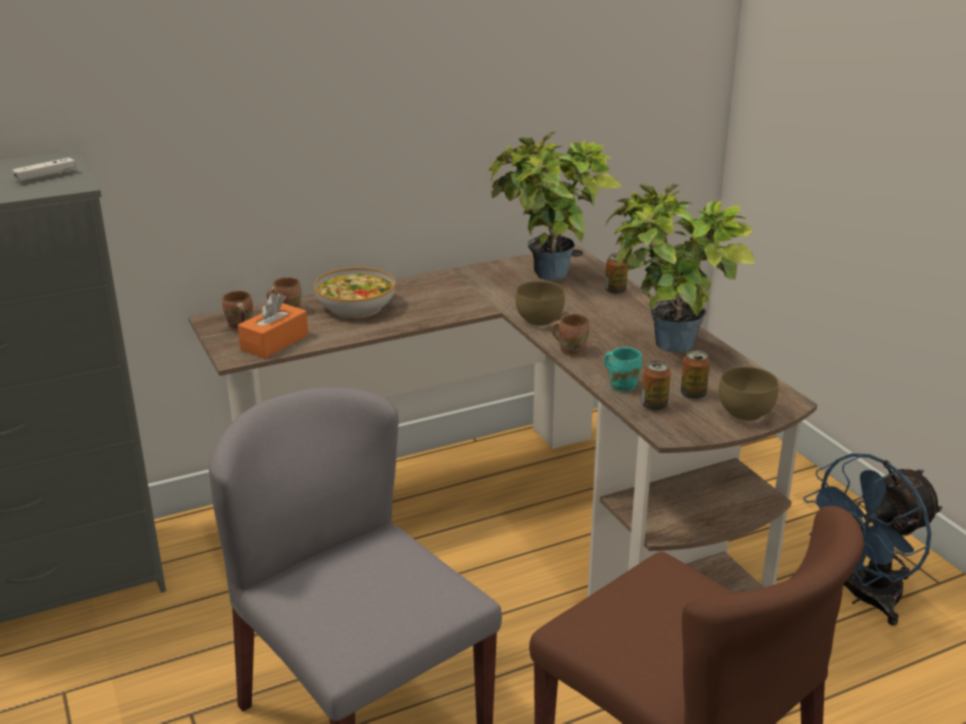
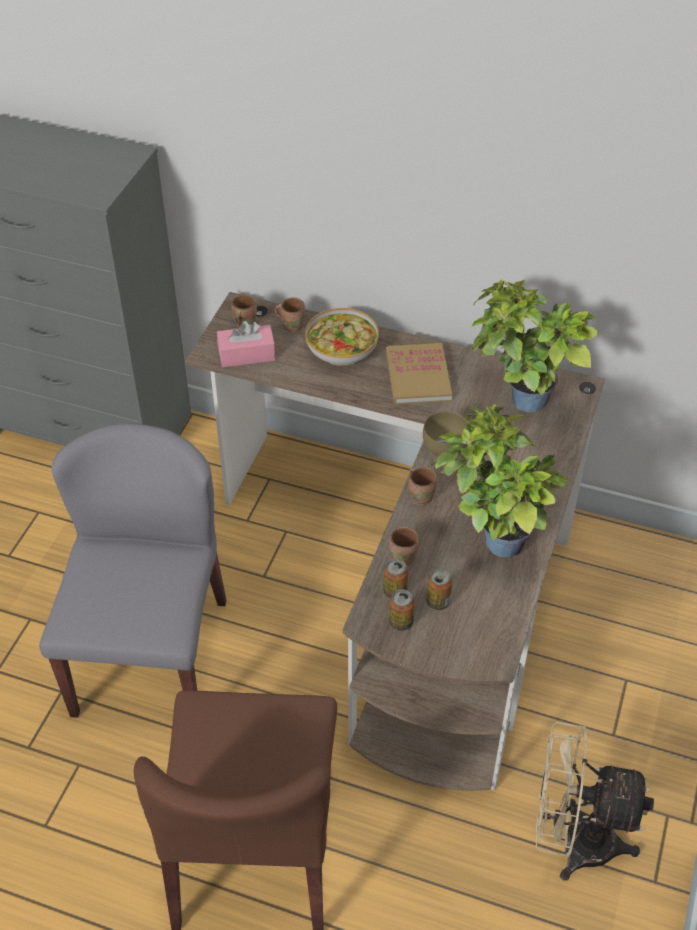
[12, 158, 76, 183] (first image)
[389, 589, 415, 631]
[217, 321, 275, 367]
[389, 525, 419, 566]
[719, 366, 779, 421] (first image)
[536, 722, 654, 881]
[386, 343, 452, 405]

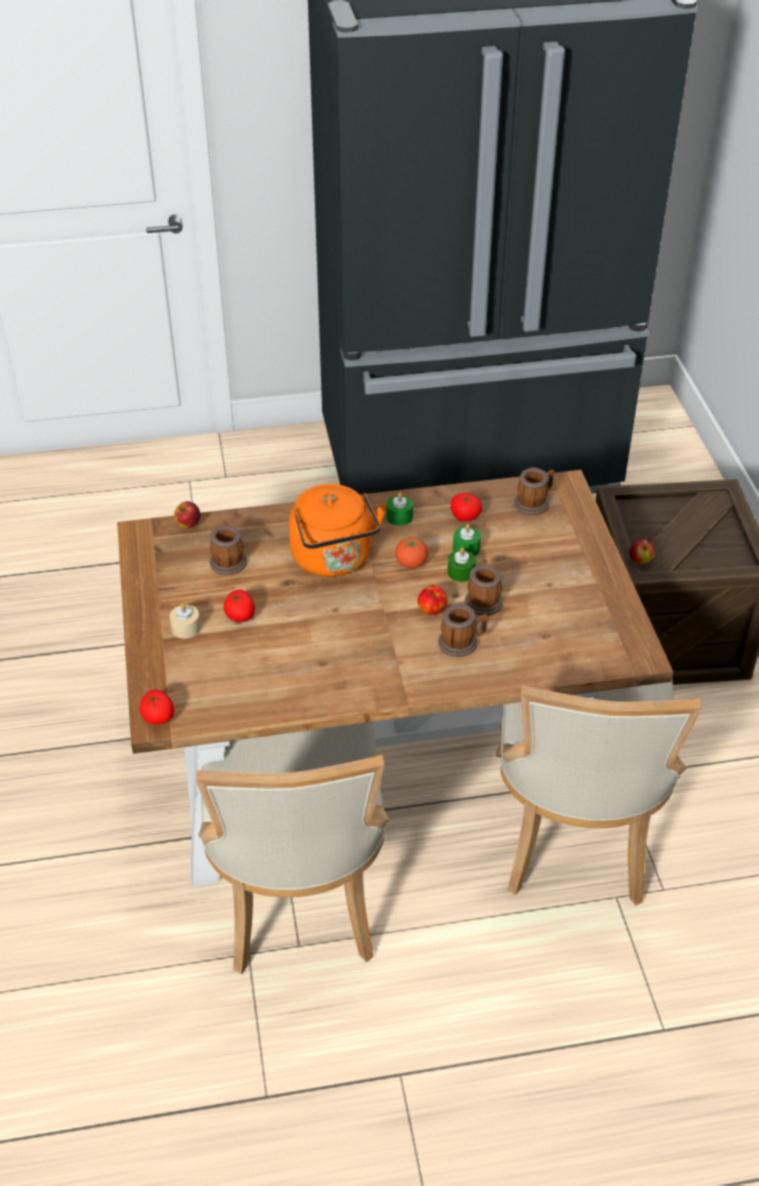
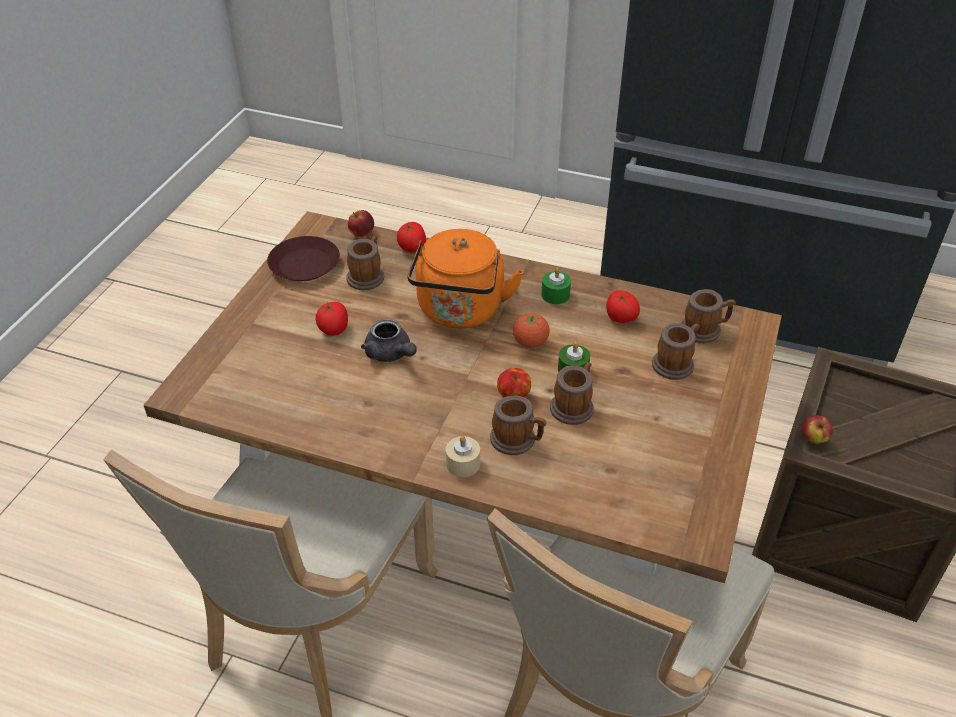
[453, 524, 481, 556] (first image)
[446, 436, 480, 477]
[397, 222, 426, 252]
[267, 236, 340, 281]
[361, 319, 417, 362]
[652, 323, 700, 380]

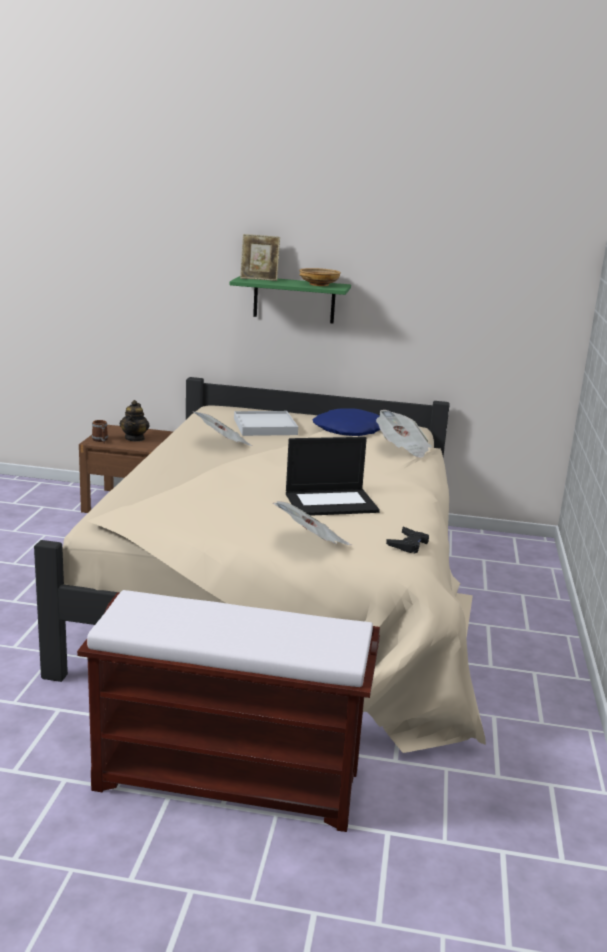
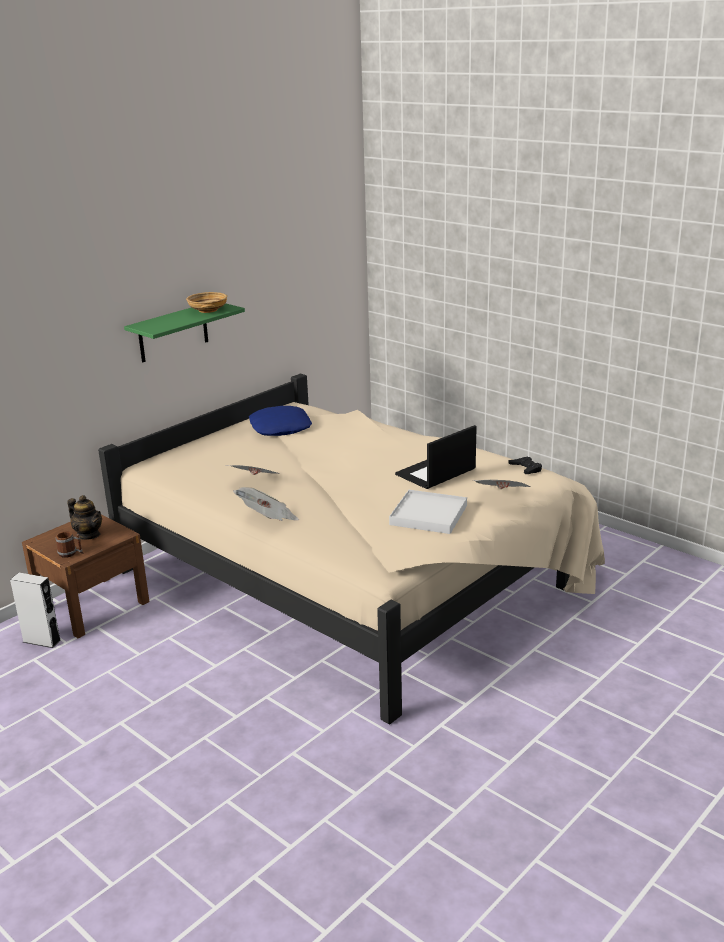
[240, 234, 280, 281] (first image)
[233, 487, 300, 521]
[389, 490, 467, 534]
[395, 425, 477, 489]
[77, 590, 380, 832] (first image)
[10, 573, 61, 648]

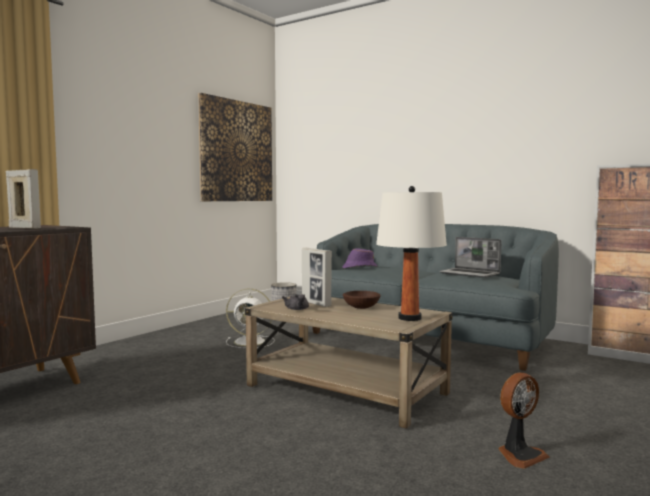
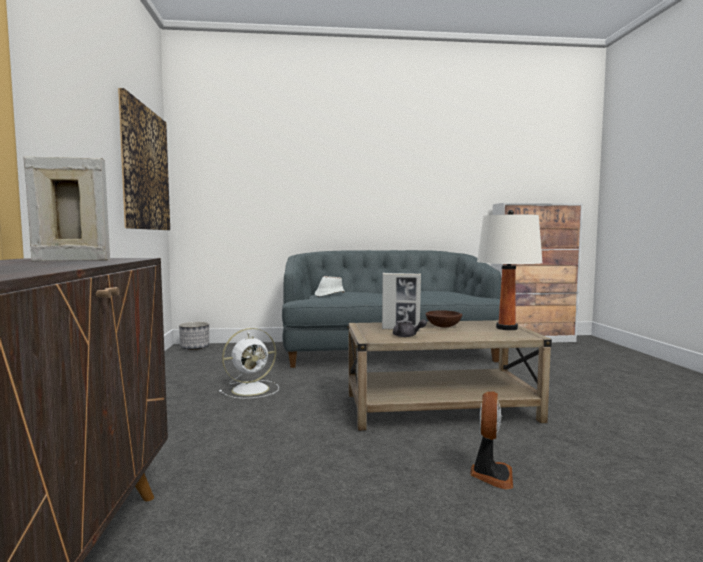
[439, 237, 501, 278] (first image)
[315, 276, 345, 296]
[470, 391, 513, 489]

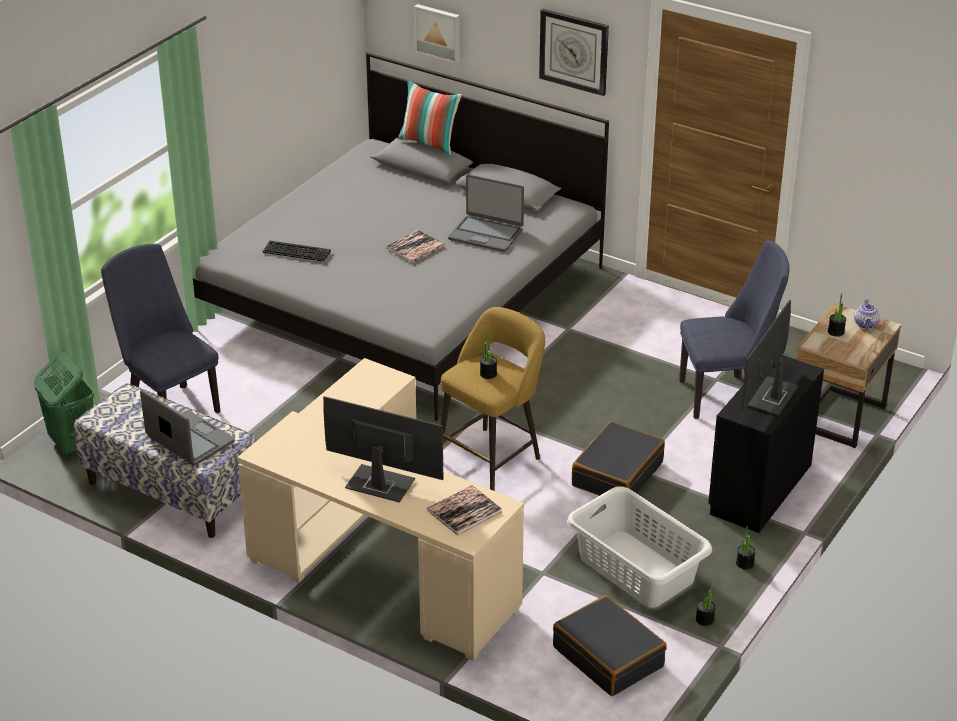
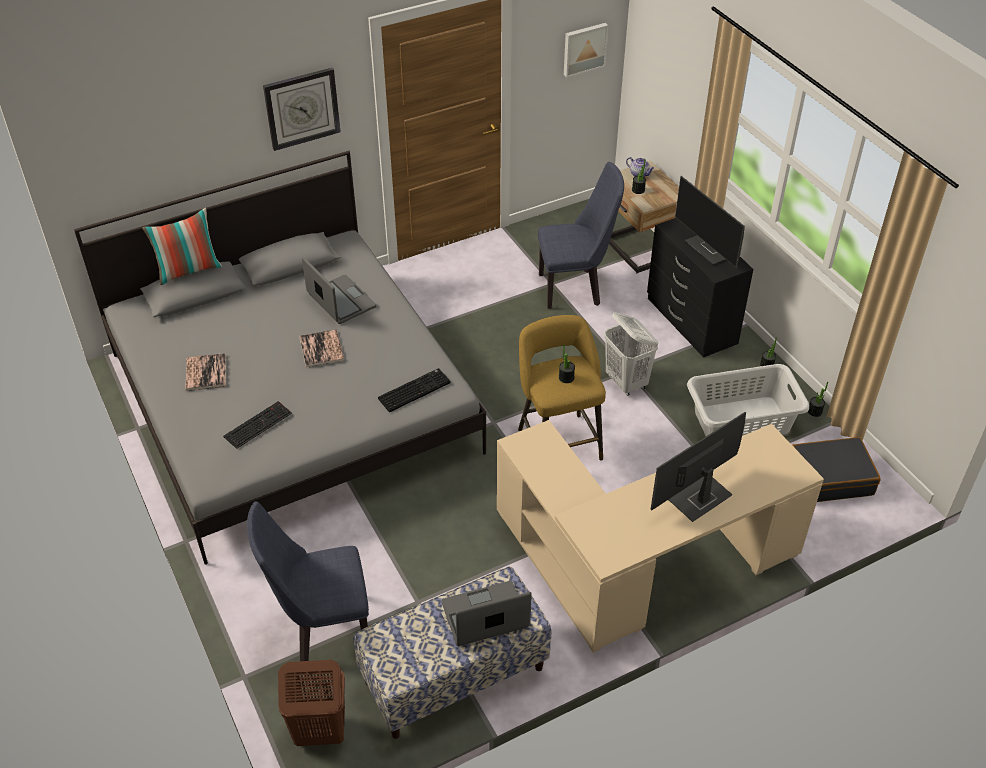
[564, 23, 608, 77]
[302, 257, 376, 324]
[538, 162, 624, 309]
[278, 660, 345, 746]
[604, 312, 658, 396]
[185, 353, 226, 391]
[378, 368, 450, 412]

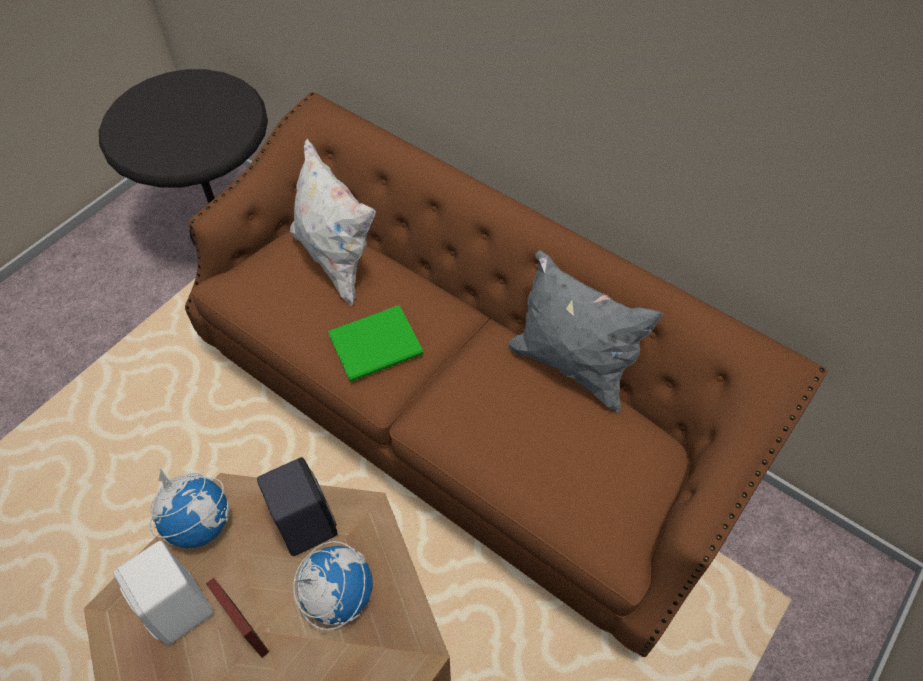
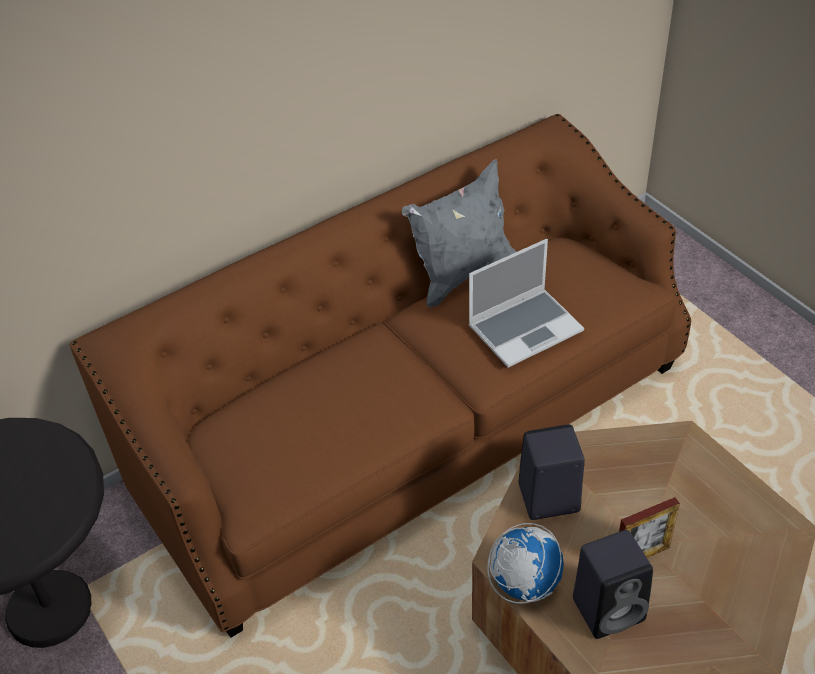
[290, 139, 376, 306] (first image)
[328, 305, 423, 382] (first image)
[573, 530, 653, 639]
[293, 541, 373, 630] (first image)
[468, 239, 584, 368]

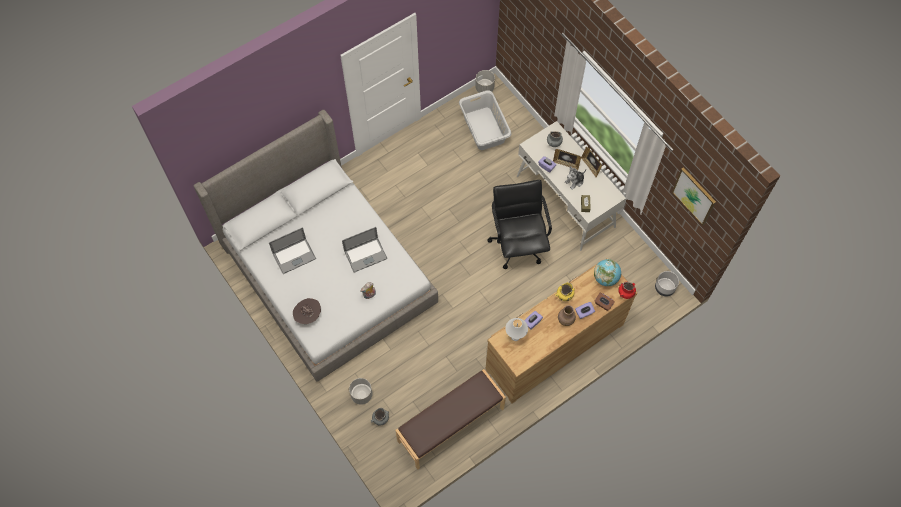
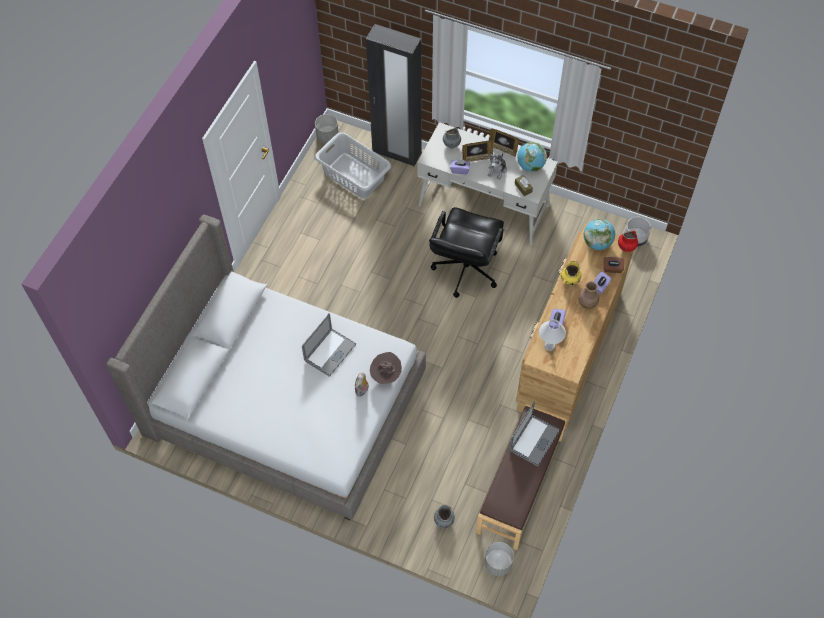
[672, 167, 716, 226] (first image)
[429, 207, 504, 298]
[509, 401, 560, 466]
[370, 352, 402, 384]
[485, 542, 514, 576]
[366, 24, 421, 166]
[517, 142, 547, 172]

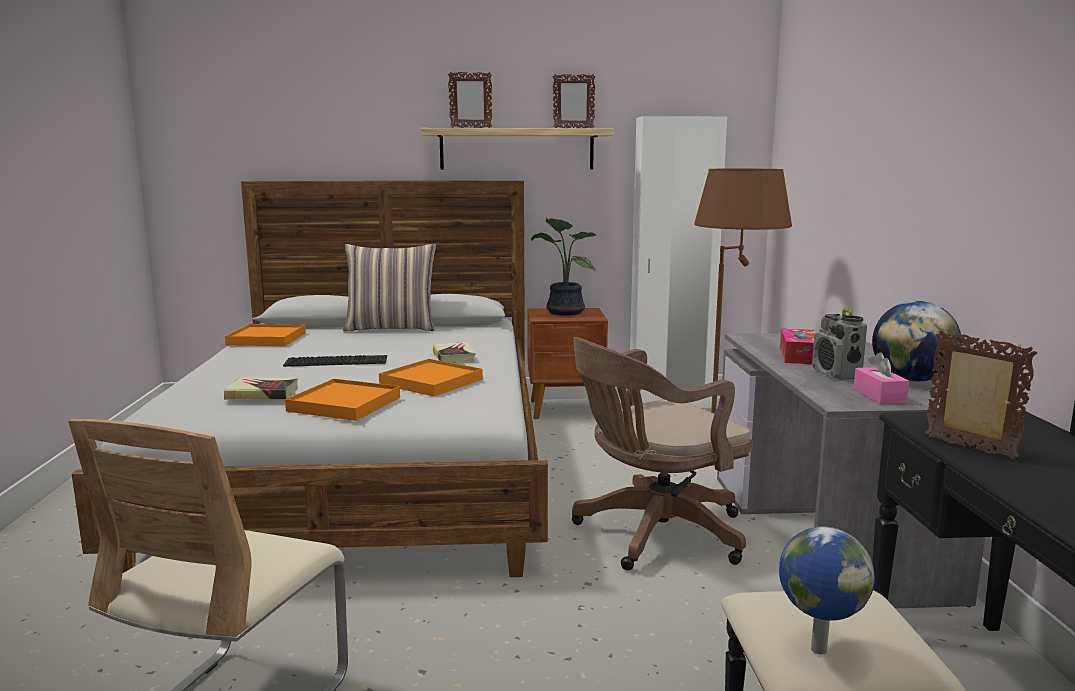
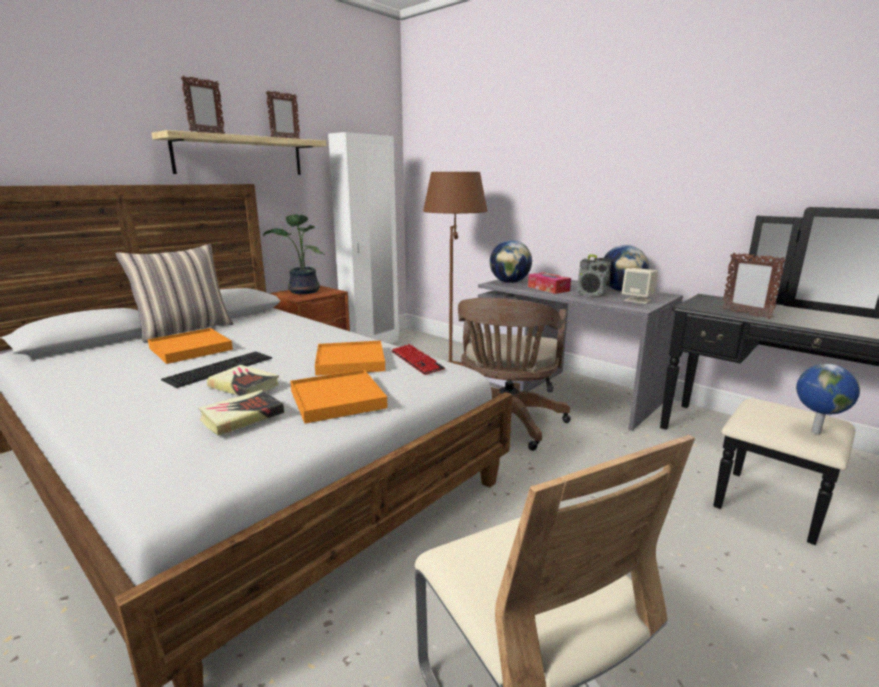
[148, 328, 233, 364]
[722, 253, 786, 319]
[207, 365, 279, 396]
[622, 268, 658, 304]
[490, 240, 532, 283]
[392, 344, 445, 375]

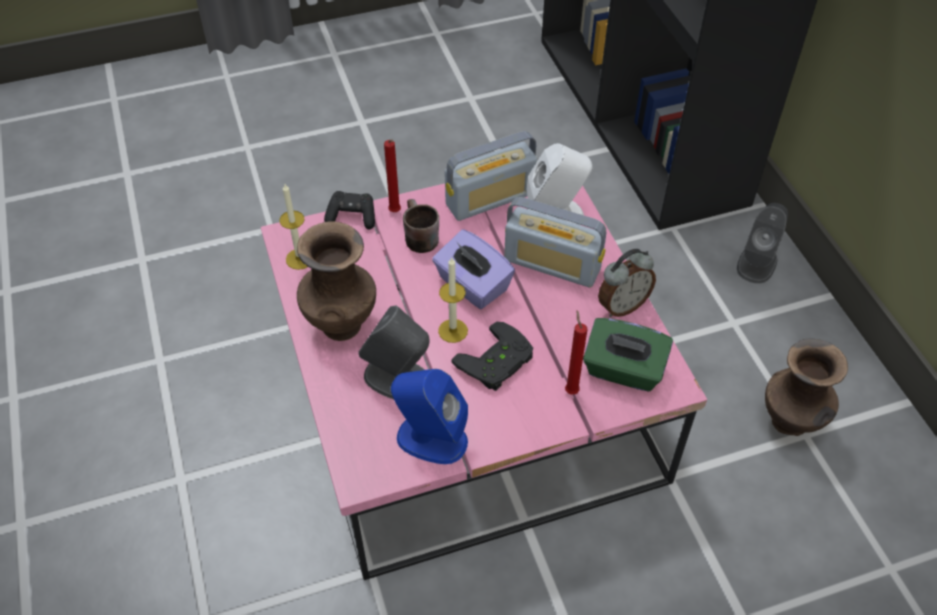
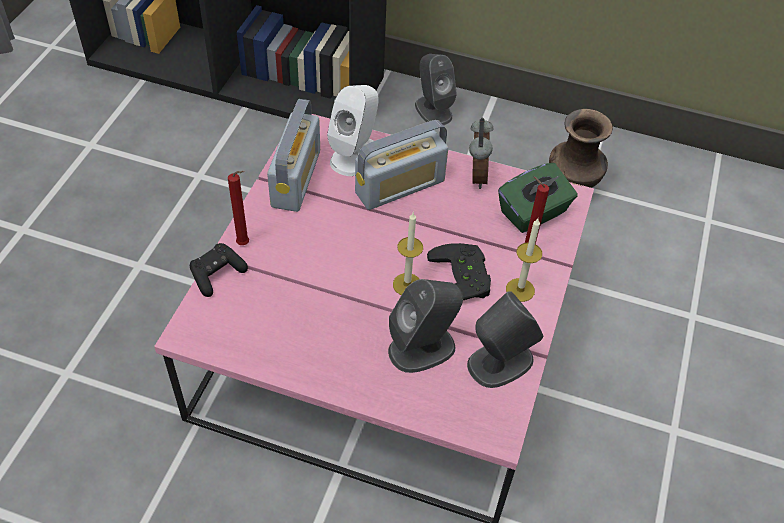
[506, 218, 542, 302]
[403, 199, 439, 253] (first image)
[297, 221, 376, 341] (first image)
[432, 230, 515, 309] (first image)
[467, 291, 544, 388]

